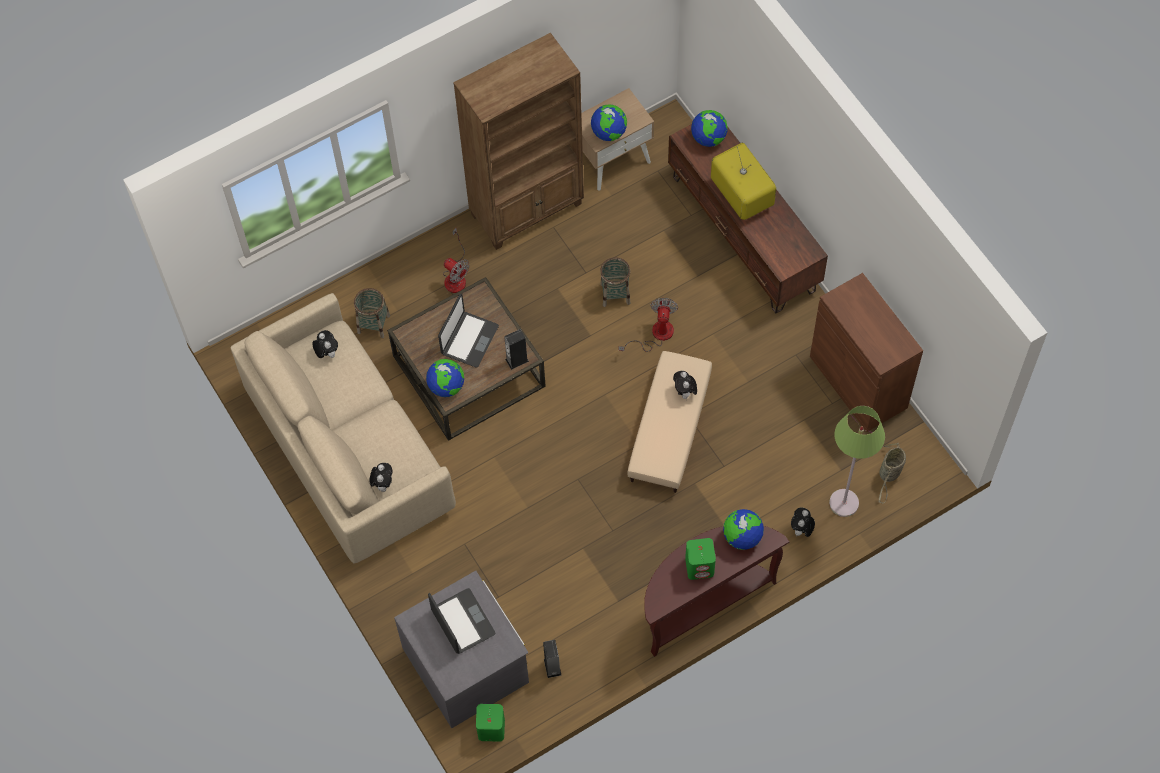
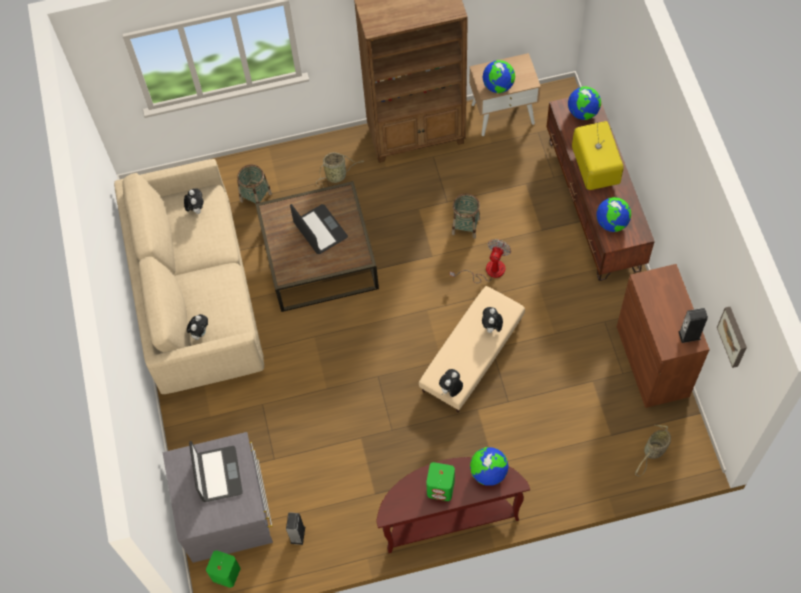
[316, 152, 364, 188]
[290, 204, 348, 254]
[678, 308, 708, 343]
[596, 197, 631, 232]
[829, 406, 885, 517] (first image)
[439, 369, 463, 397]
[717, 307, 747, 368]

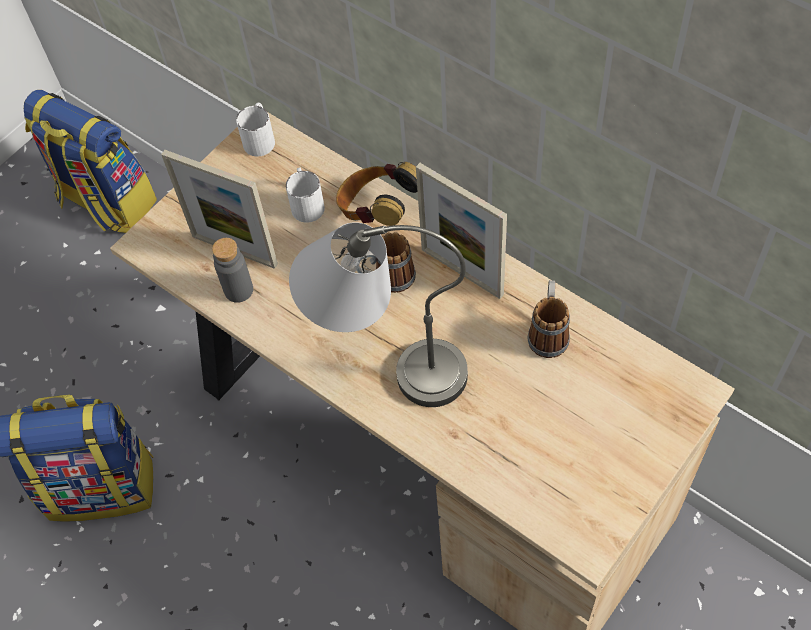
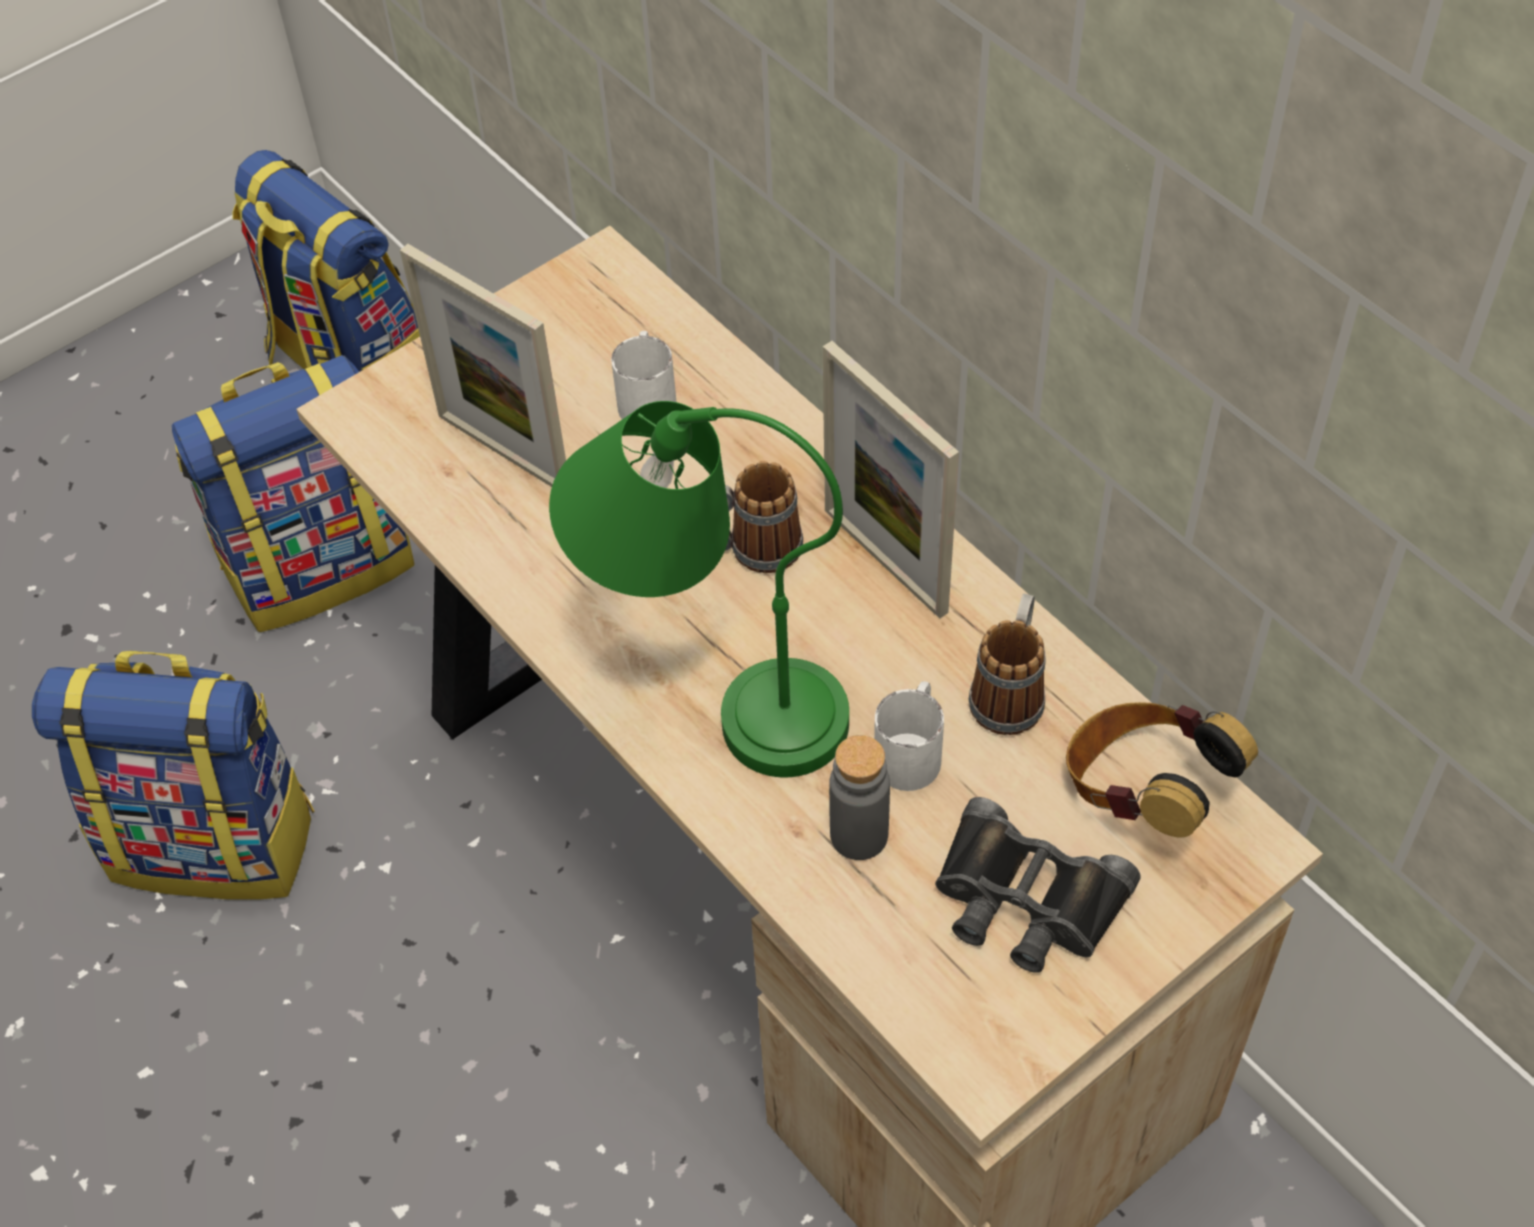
[874, 681, 944, 791]
[1066, 702, 1258, 837]
[549, 401, 849, 777]
[829, 735, 890, 860]
[172, 355, 414, 632]
[935, 797, 1141, 973]

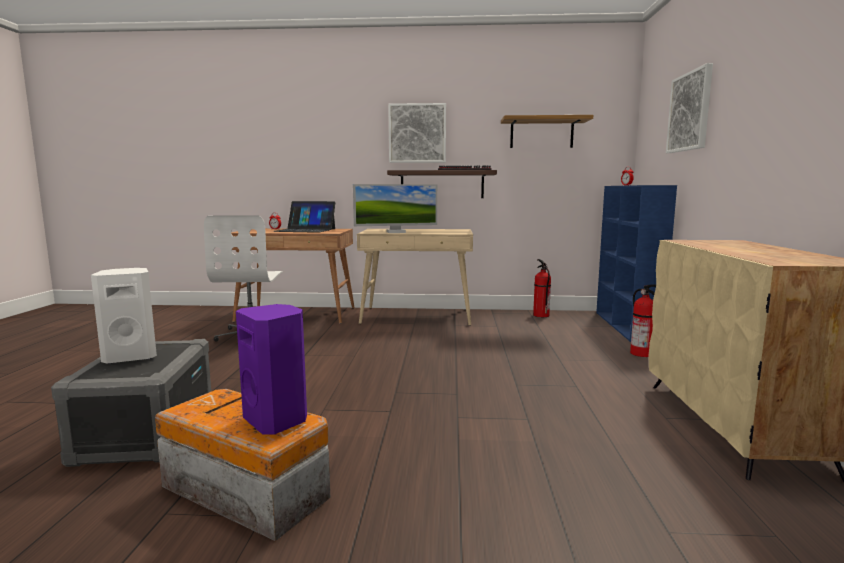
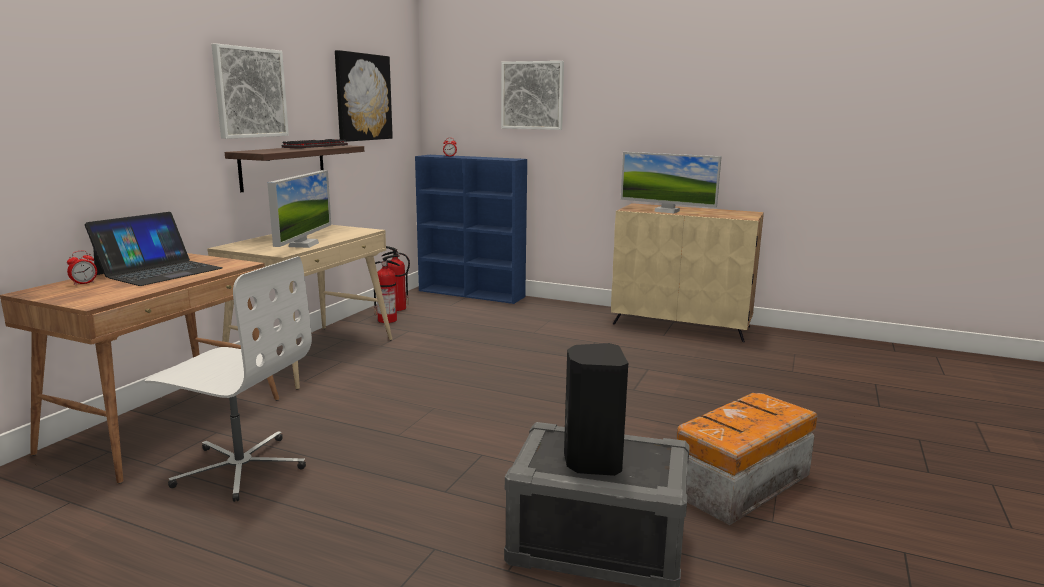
[335, 50, 393, 142]
[564, 343, 628, 476]
[374, 255, 400, 323]
[236, 304, 307, 435] (first image)
[621, 152, 722, 213]

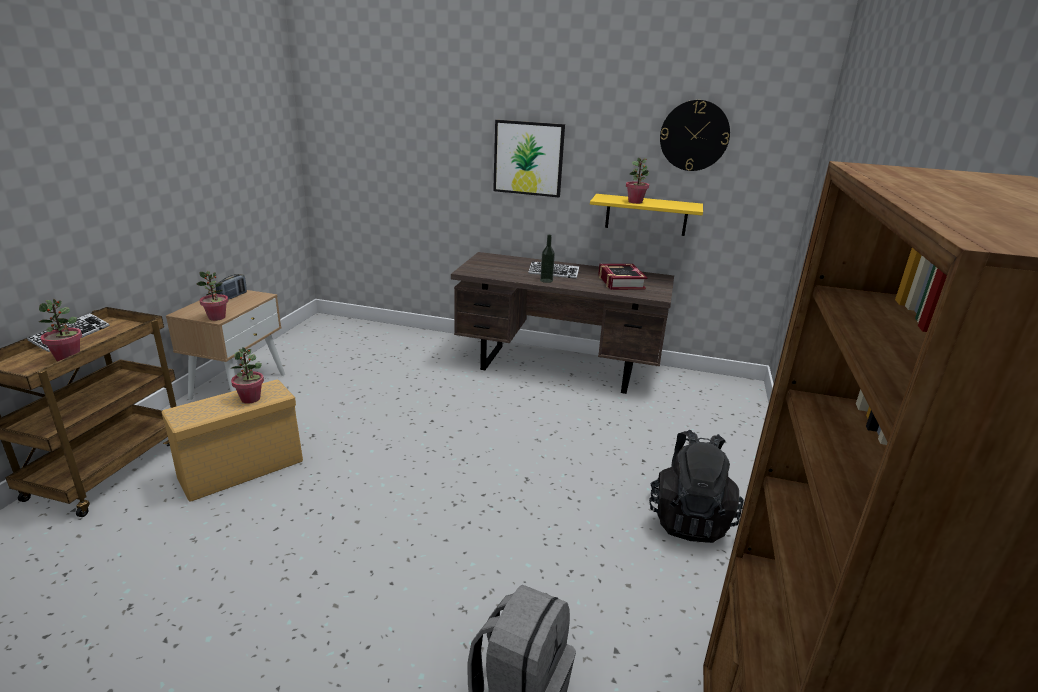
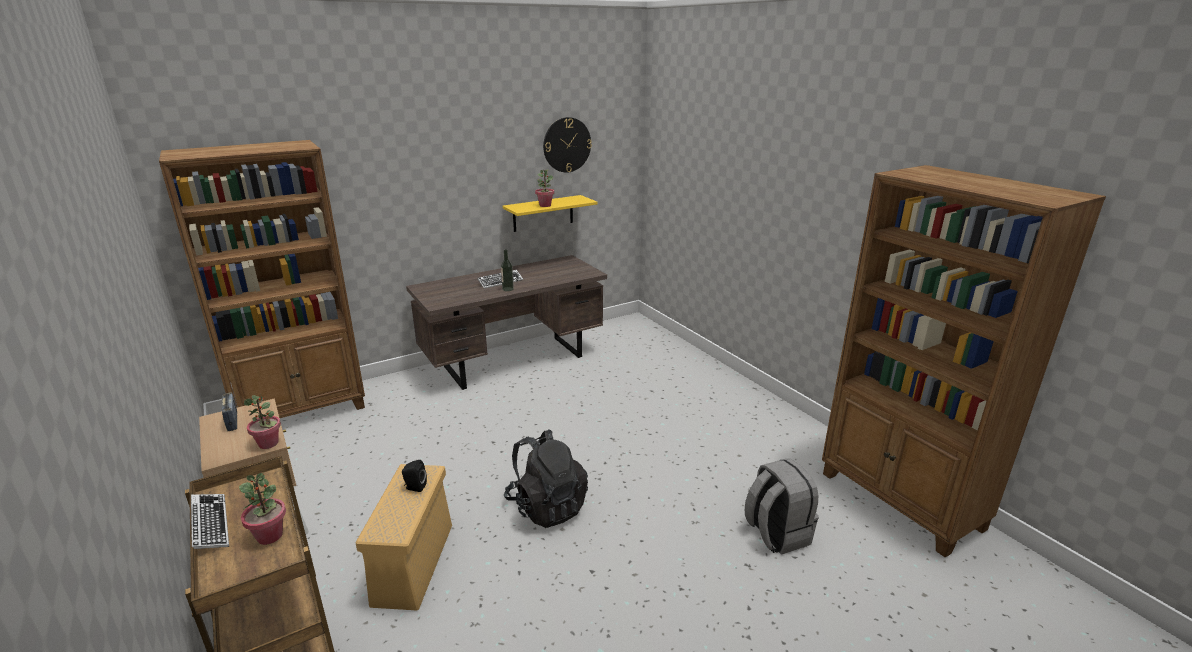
[493, 120, 565, 197] (first image)
[598, 264, 647, 290] (first image)
[402, 460, 427, 492]
[504, 429, 588, 528]
[159, 140, 365, 418]

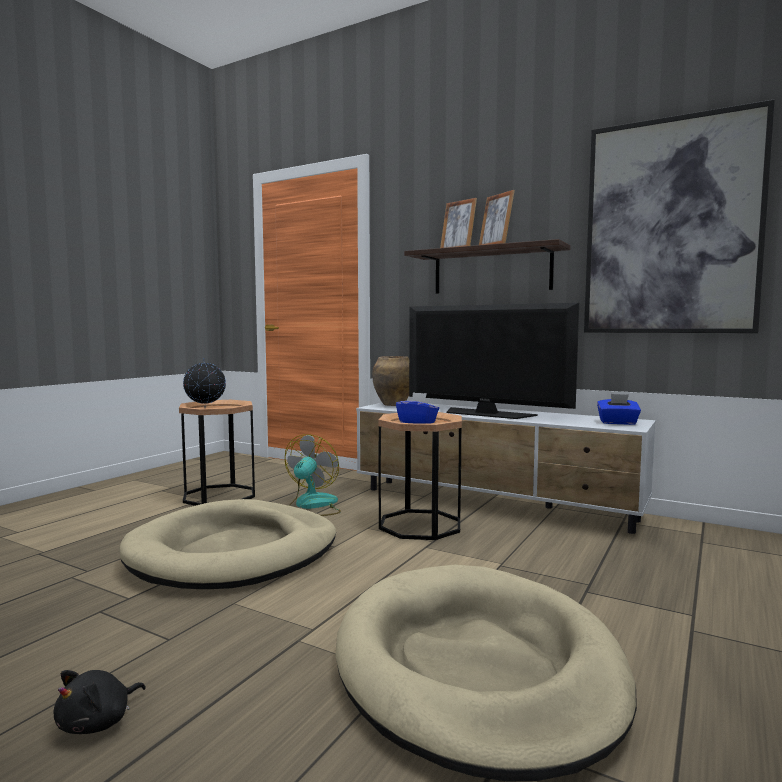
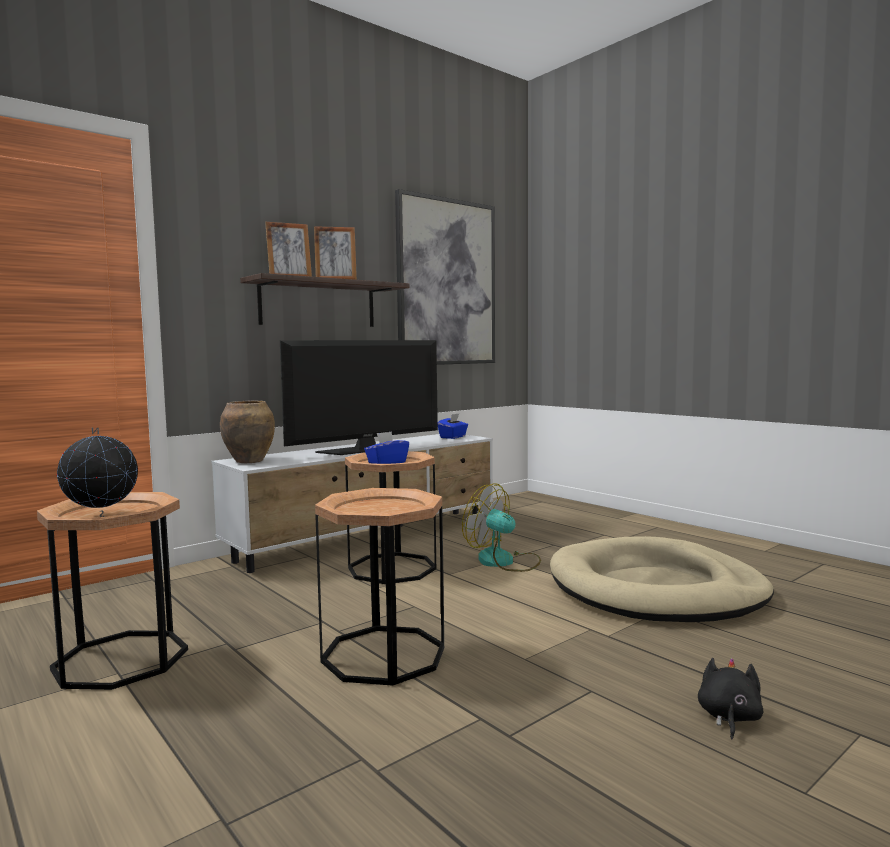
[462, 483, 541, 572]
[315, 488, 444, 686]
[698, 658, 764, 739]

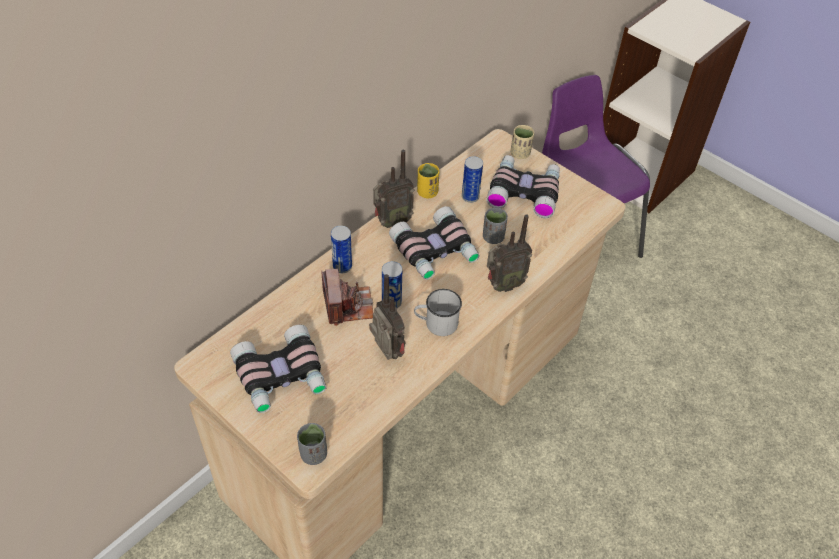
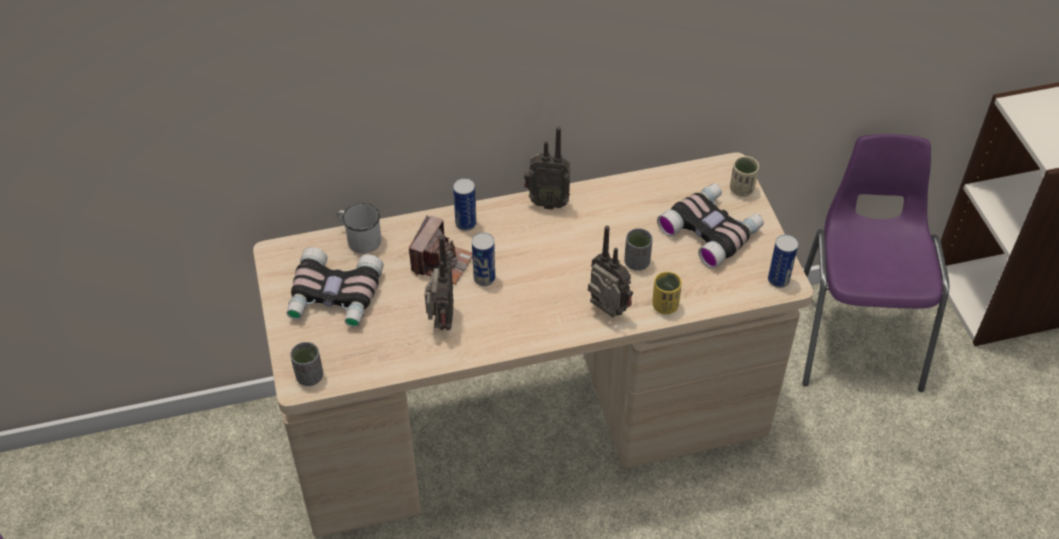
[768, 234, 798, 288]
[652, 271, 682, 314]
[389, 206, 480, 280] (first image)
[588, 226, 633, 318]
[337, 203, 382, 253]

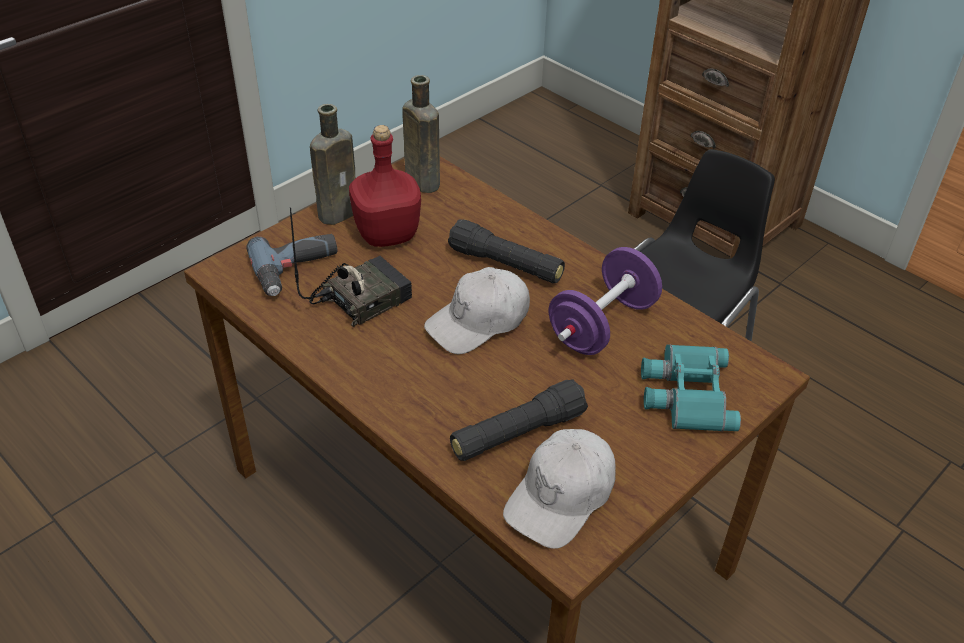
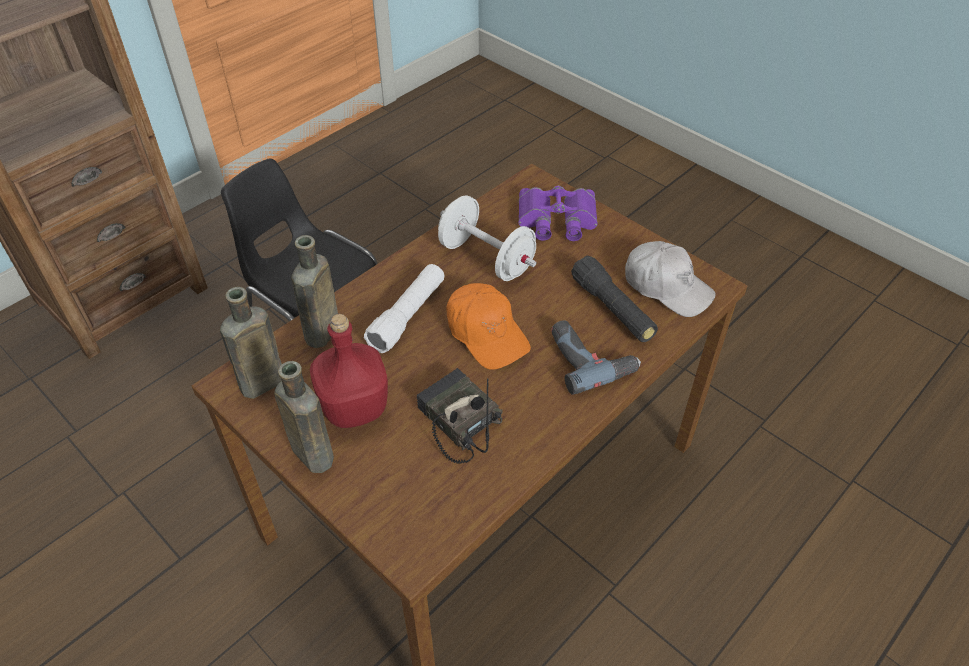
[364, 264, 444, 353]
[551, 320, 641, 395]
[438, 195, 536, 281]
[446, 283, 531, 370]
[519, 186, 598, 241]
[291, 235, 338, 348]

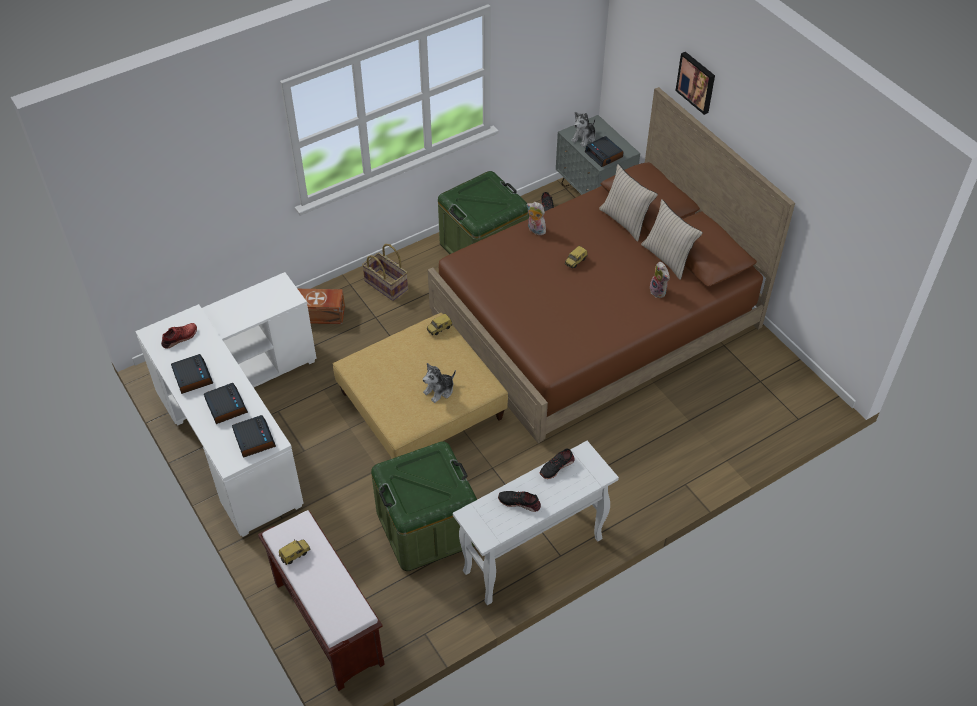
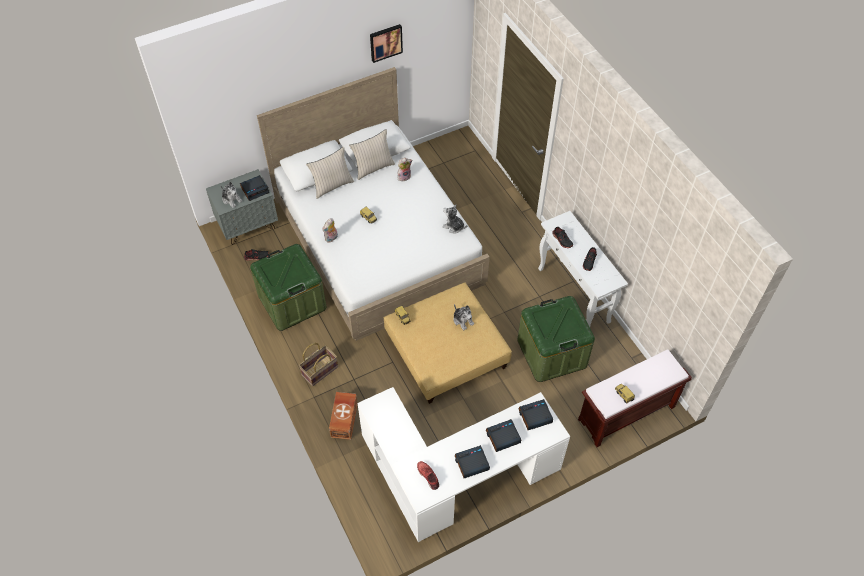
[370, 24, 403, 63]
[257, 67, 490, 341]
[442, 204, 467, 234]

